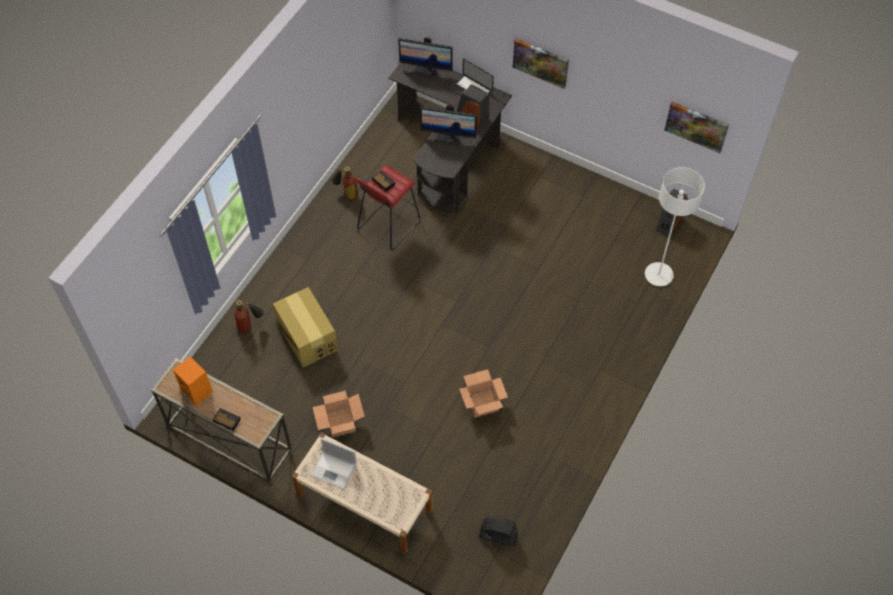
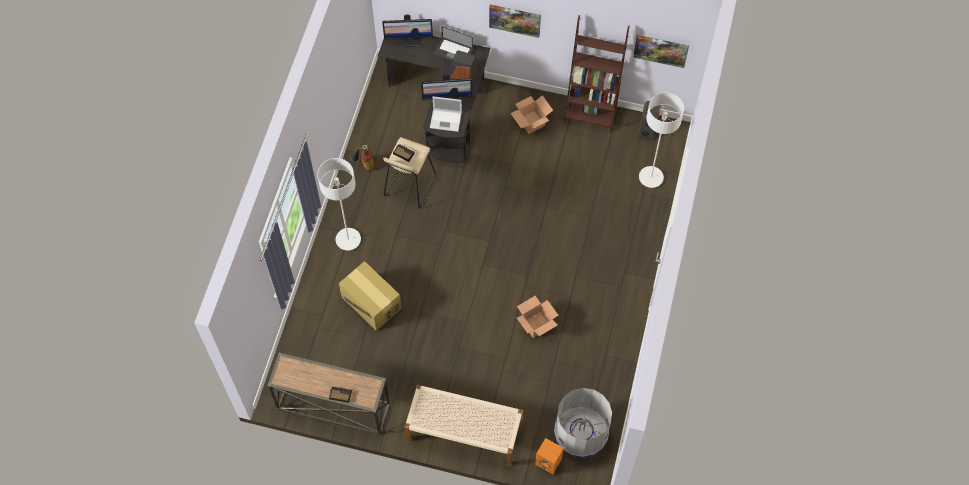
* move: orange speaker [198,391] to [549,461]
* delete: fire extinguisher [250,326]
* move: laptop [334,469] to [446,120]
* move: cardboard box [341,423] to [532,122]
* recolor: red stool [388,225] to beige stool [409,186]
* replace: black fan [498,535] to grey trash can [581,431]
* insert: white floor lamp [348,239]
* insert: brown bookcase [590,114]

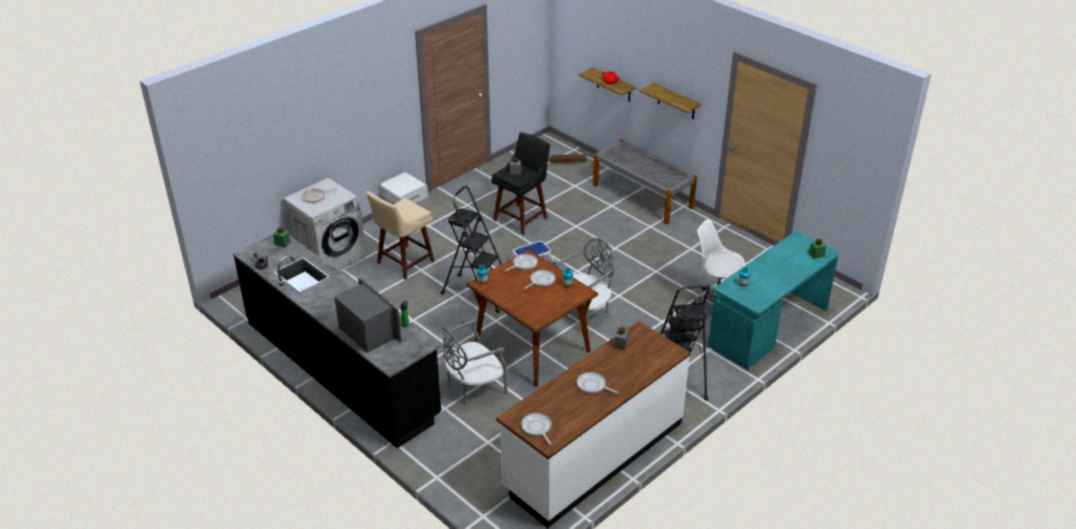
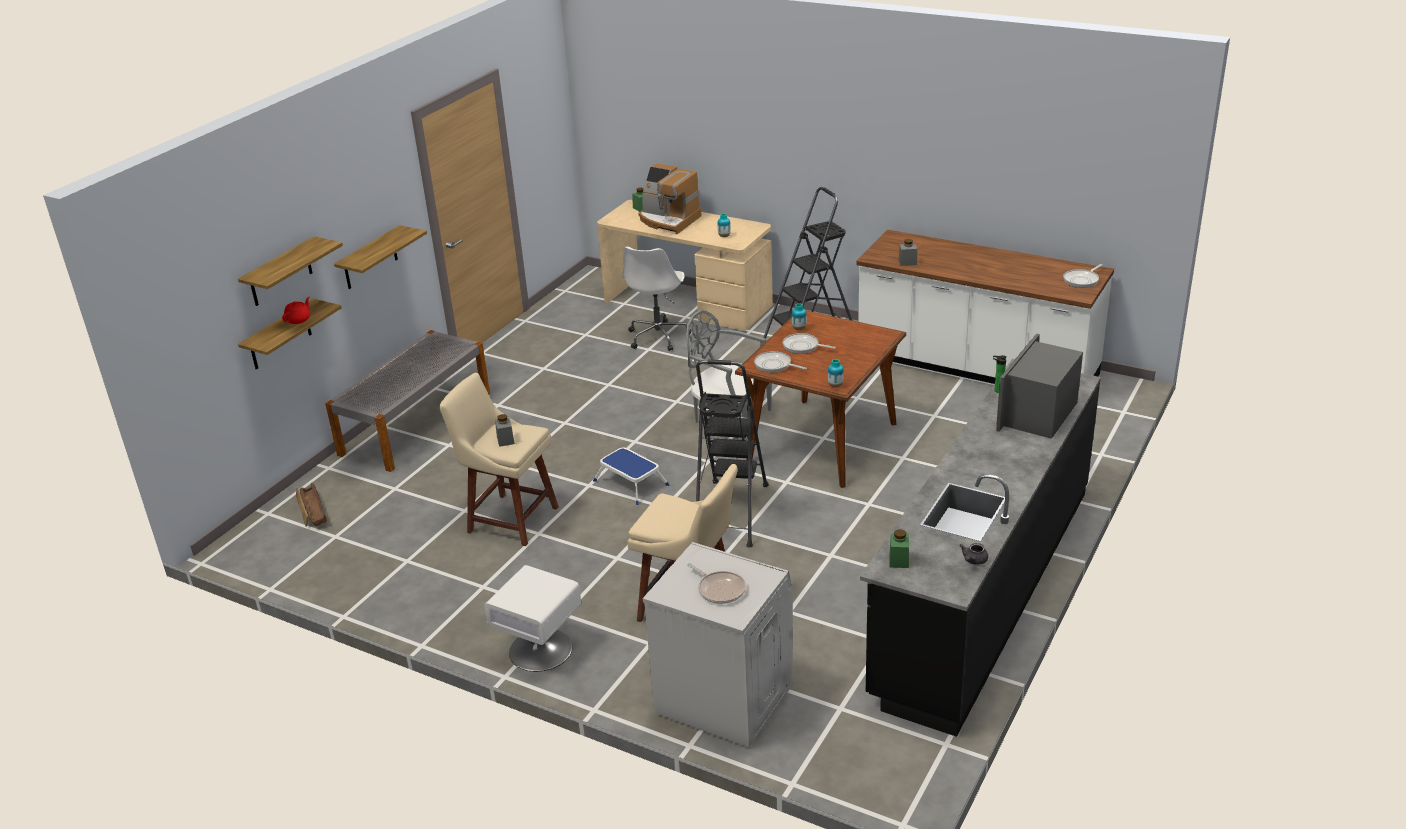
* delete: grey chair [474,387]
* recolor: black stool [522,218] to beige stool [509,518]
* delete: frying pan [593,385]
* recolor: turquoise desk [768,327] to beige desk [688,303]
* insert: shelf [280,273]
* insert: coffee machine [668,220]

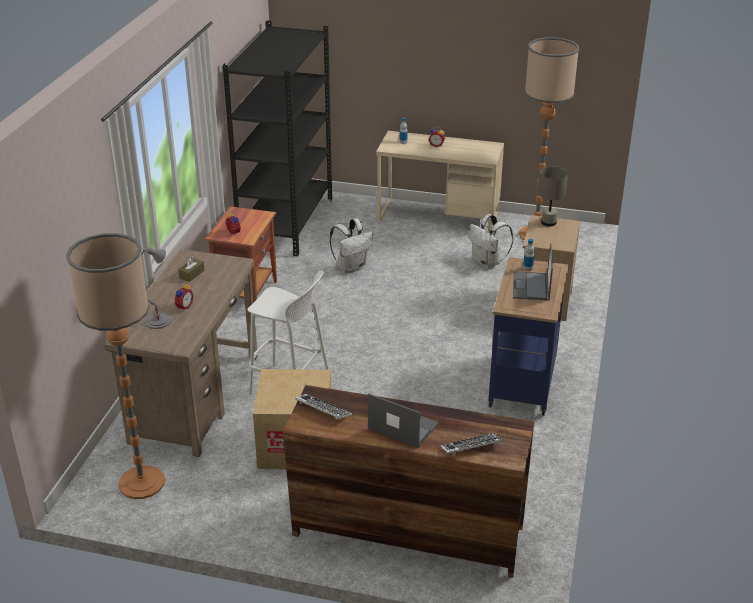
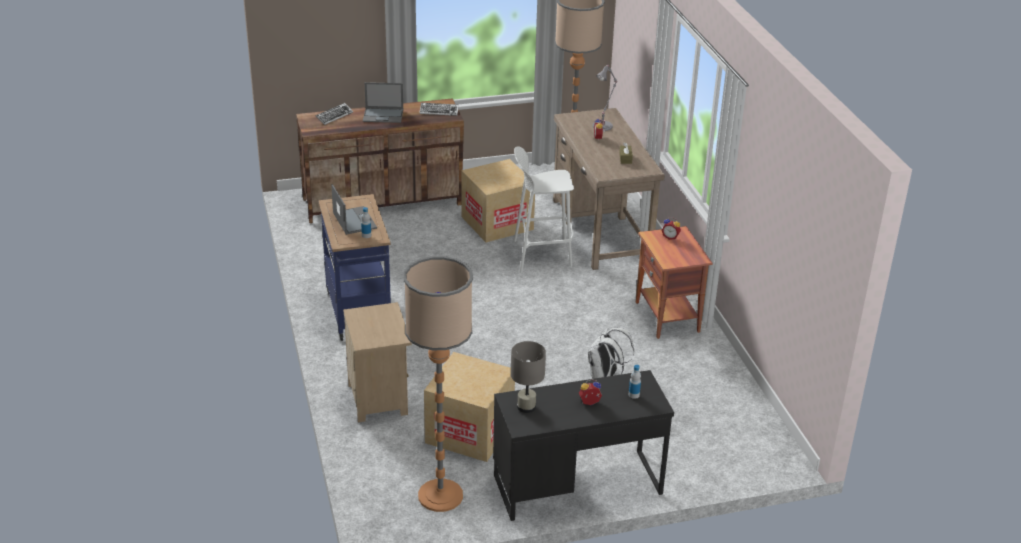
* delete: black bookcase [286,222]
* recolor: beige desk [438,217] to black desk [577,484]
* replace: white backpack [488,263] to cardboard box [469,432]
* move: grey table lamp [548,222] to [526,407]

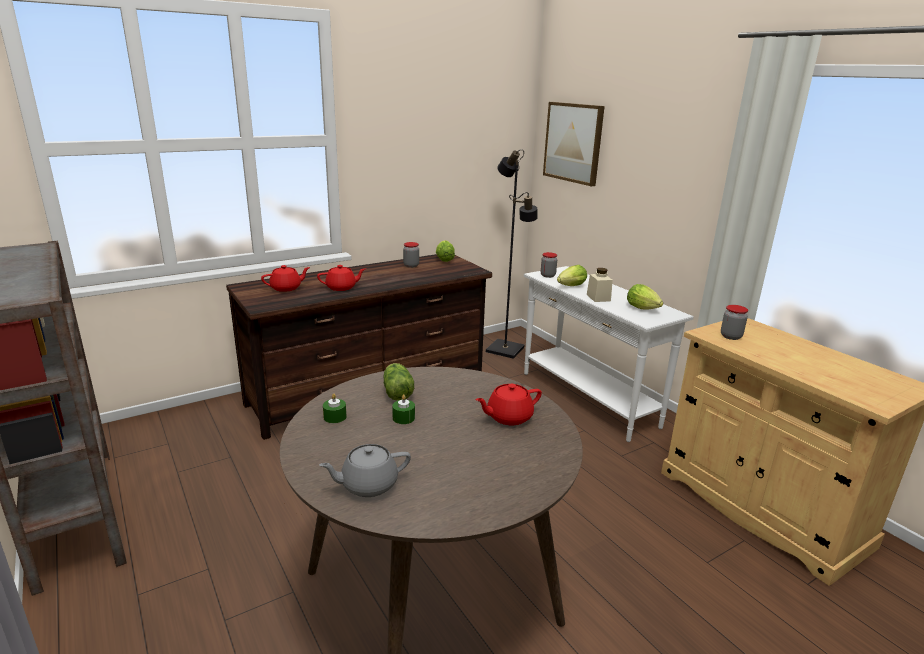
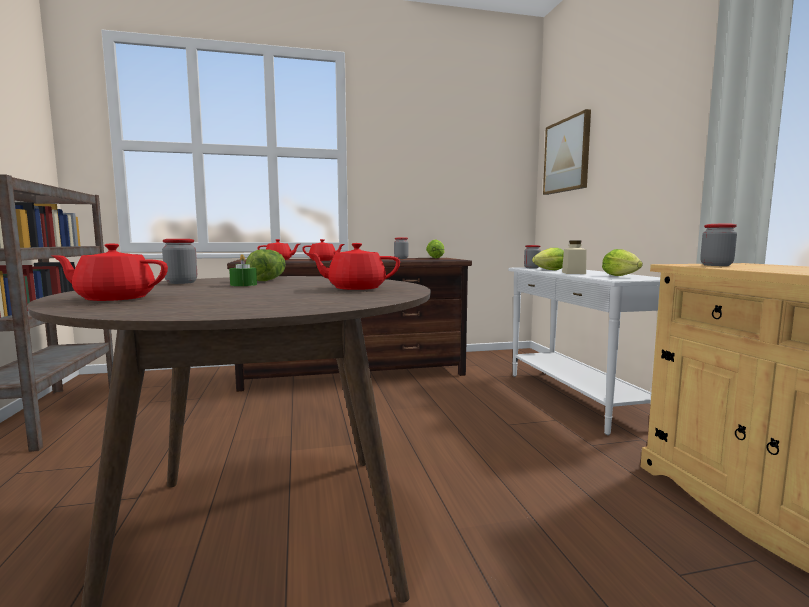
* recolor: grey teapot [368,485] to red teapot [114,298]
* replace: green candle [335,417] to jar [181,282]
* delete: black floor lamp [505,349]

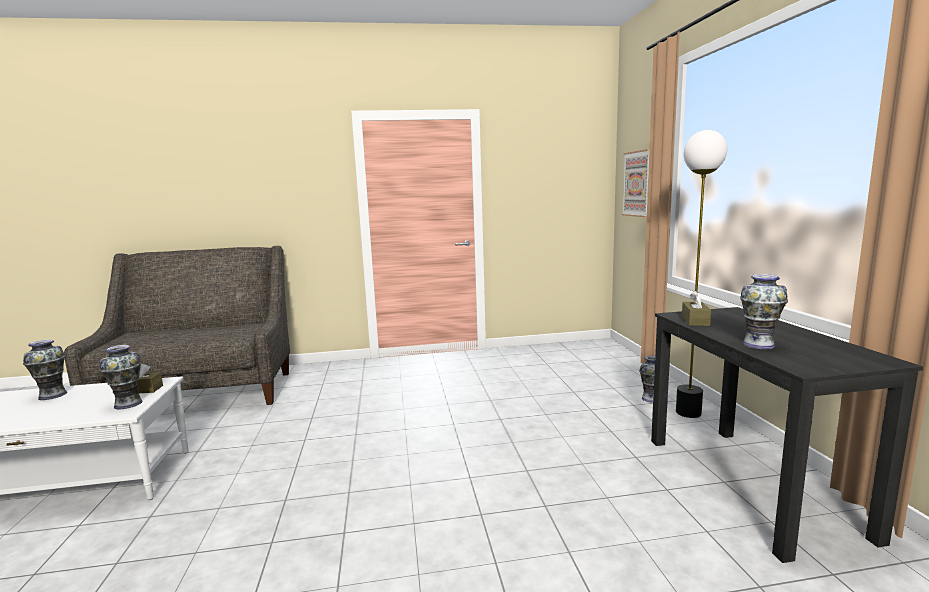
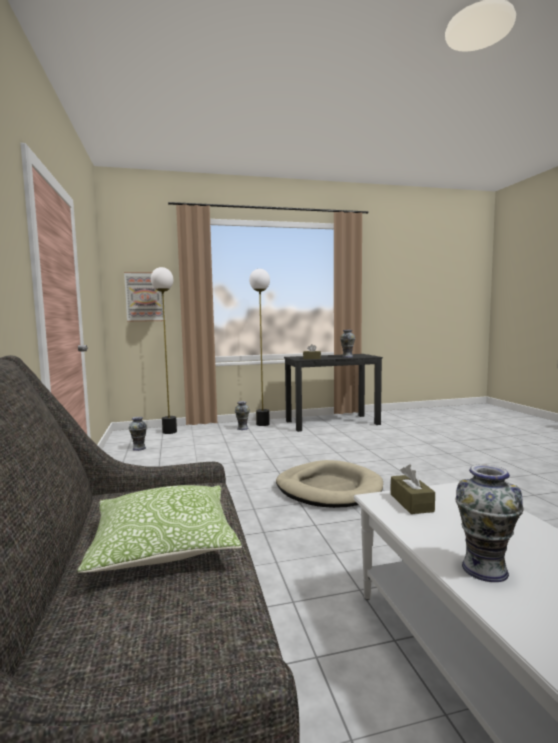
* move: vase [128,404] to [139,448]
* insert: pillow [164,545]
* insert: floor lamp [170,432]
* insert: beige dog bed [328,488]

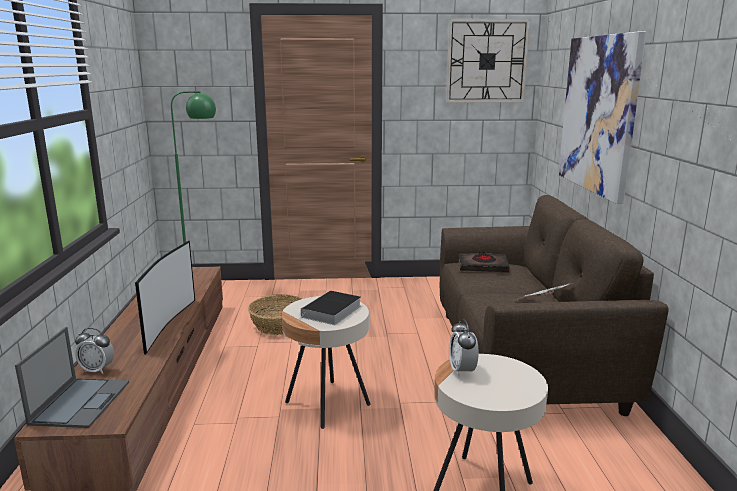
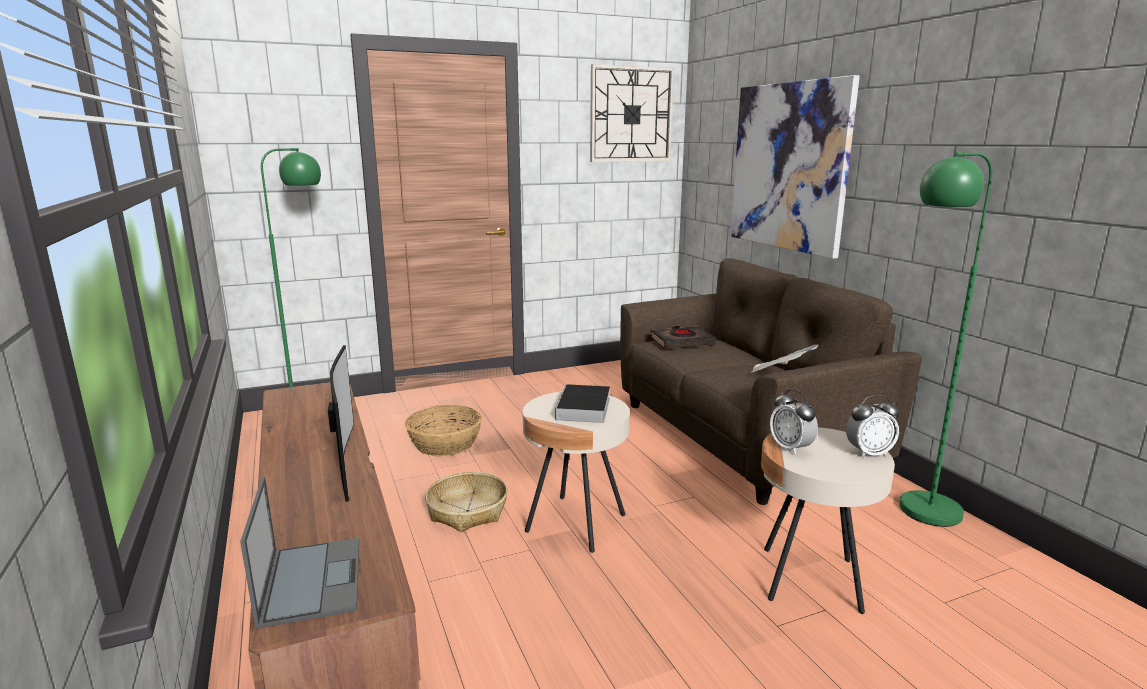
* move: alarm clock [97,370] to [868,453]
* insert: basket [467,511]
* insert: green floor lamp [917,515]

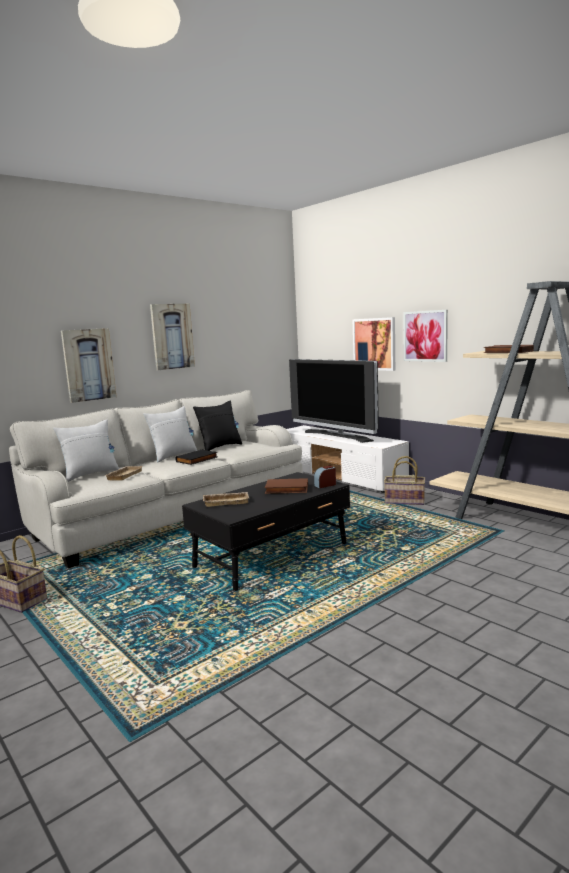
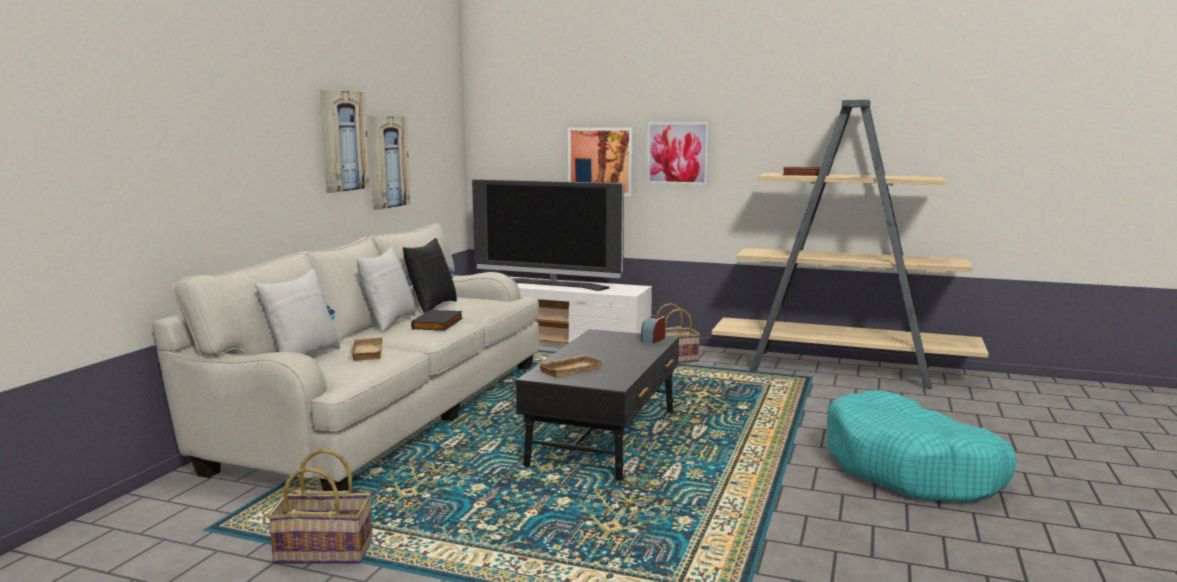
* move: picture [88,365] to [388,162]
* delete: brown book [286,489]
* insert: turquoise dog bed [911,469]

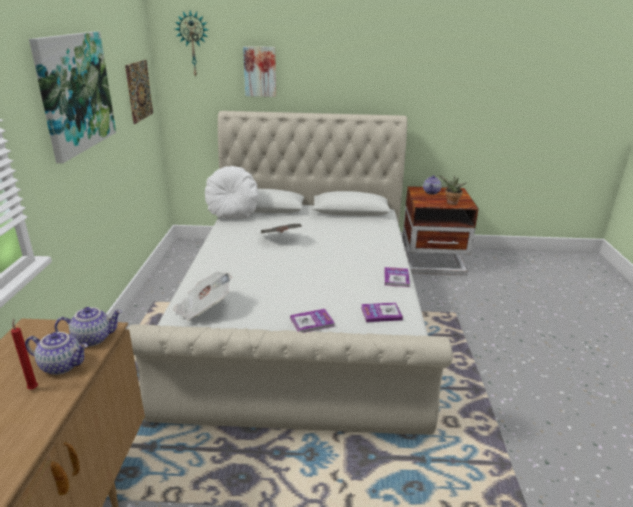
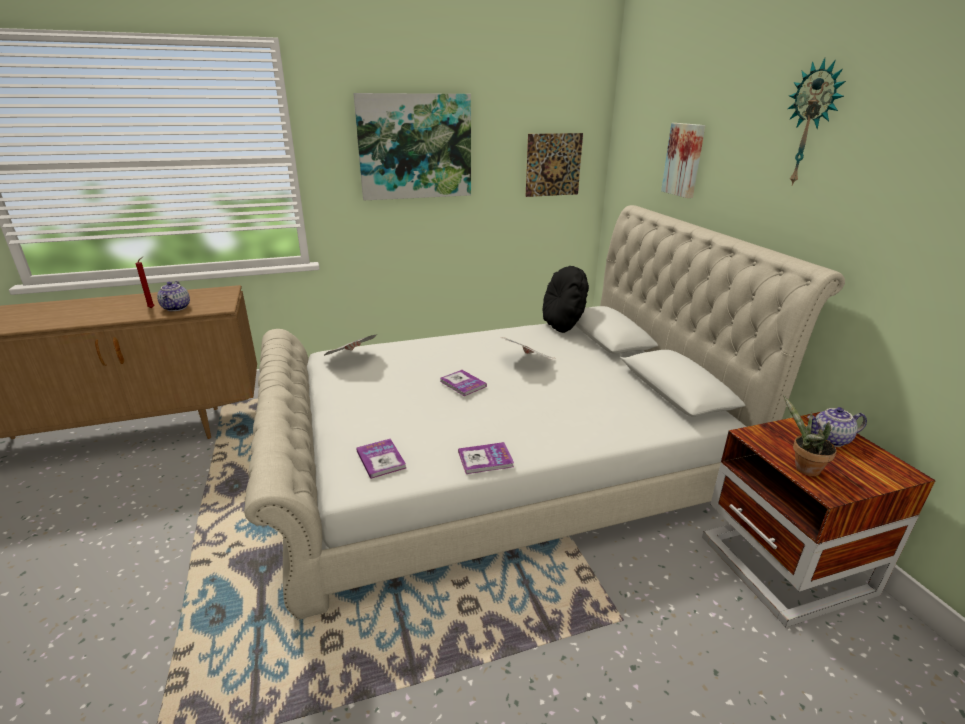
* delete: teapot [93,338]
* move: wall clock [193,44] to [811,124]
* recolor: white pillow [233,216] to black pillow [562,326]
* move: book [312,322] to [463,384]

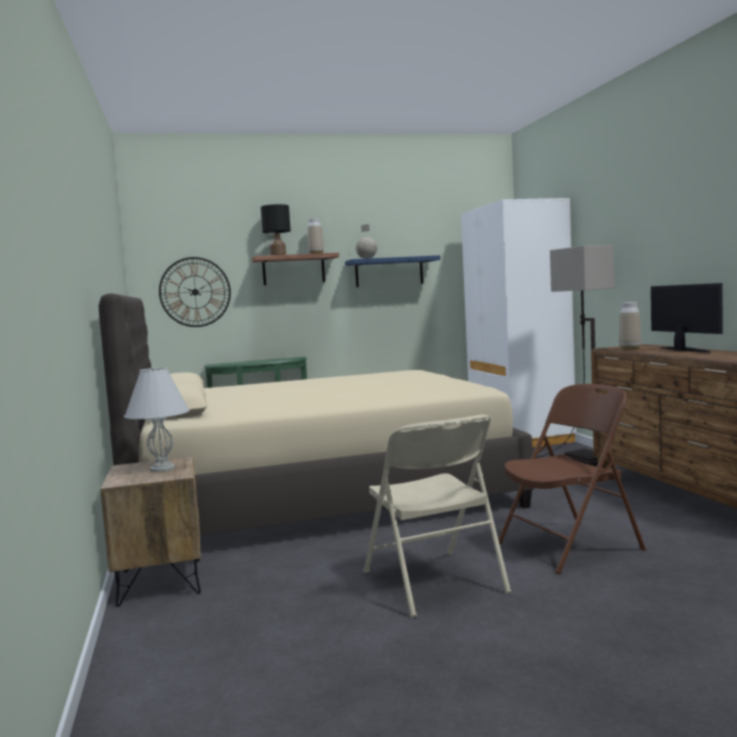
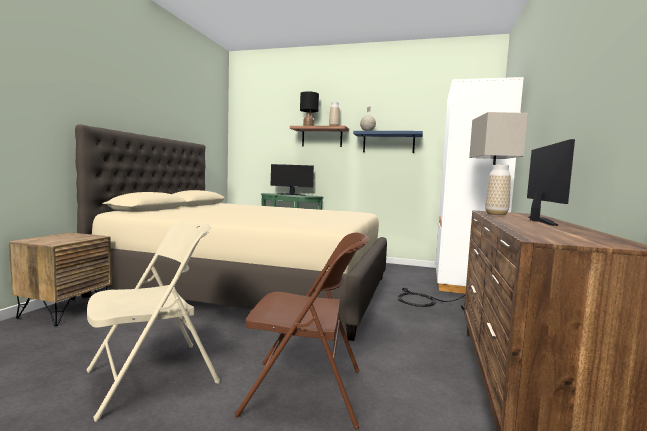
* delete: white table lamp [162,469]
* delete: wall clock [195,292]
* rotate: beige chair [433,582] = [152,377] 135 degrees counterclockwise
* insert: monitor [291,194]

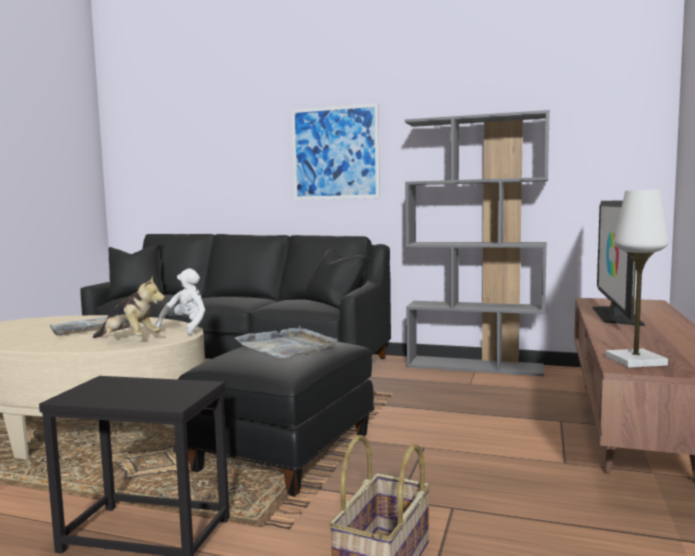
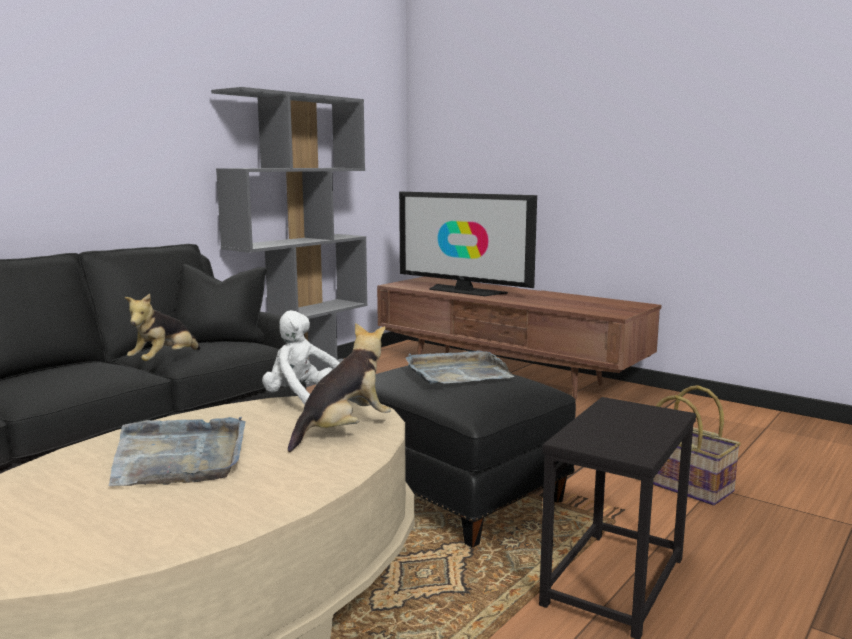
* delete: picture [335,153]
* delete: white table lamp [635,361]
* insert: plush toy [165,361]

